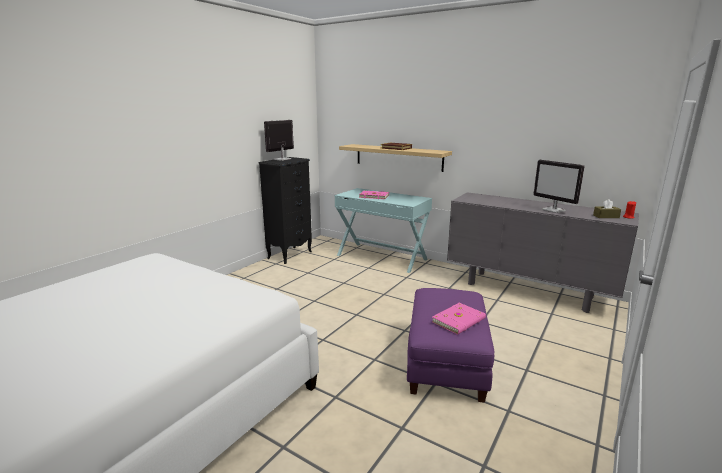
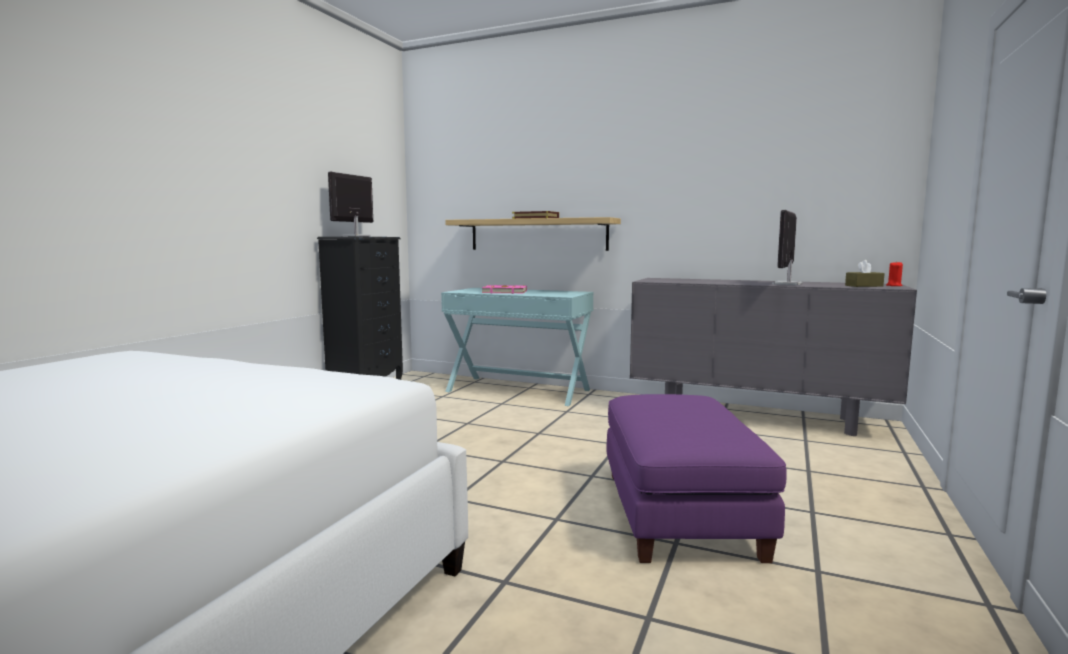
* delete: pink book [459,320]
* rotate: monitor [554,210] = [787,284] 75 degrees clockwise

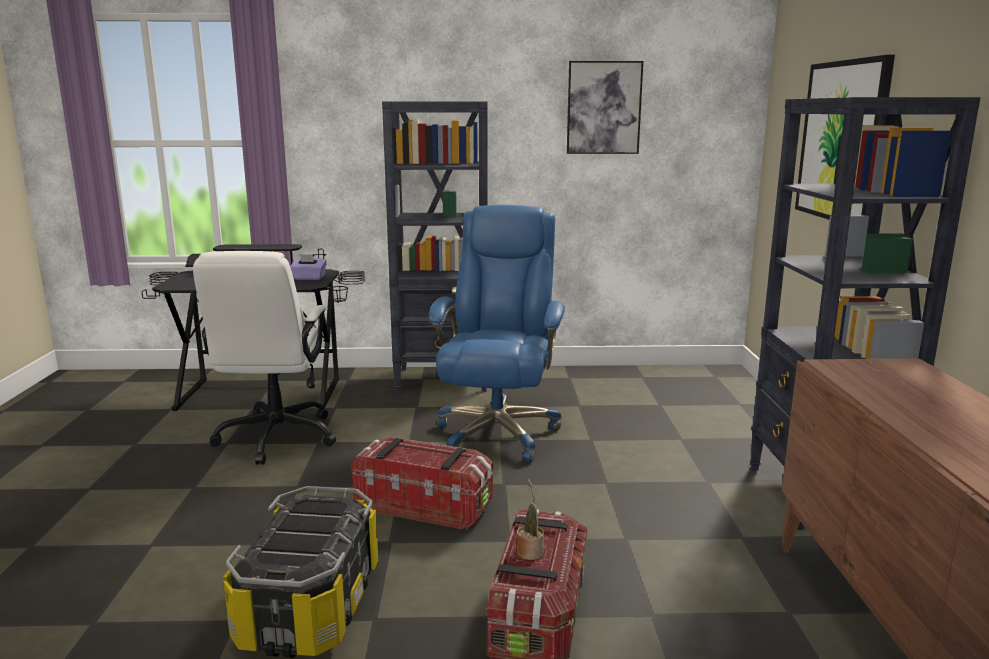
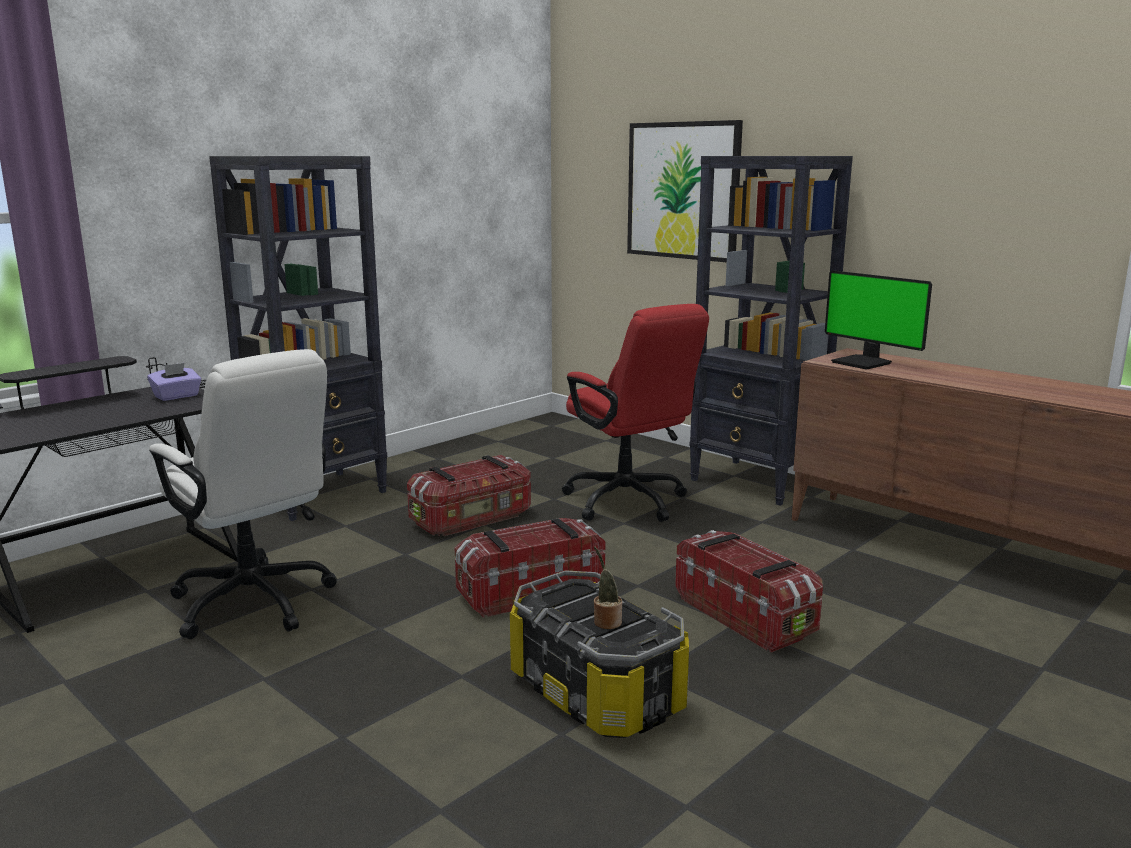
* replace: blue office chair [499,434] to storage box [472,520]
* move: potted plant [529,551] to [606,621]
* delete: picture [603,108]
* insert: red office chair [629,503]
* insert: monitor [863,363]

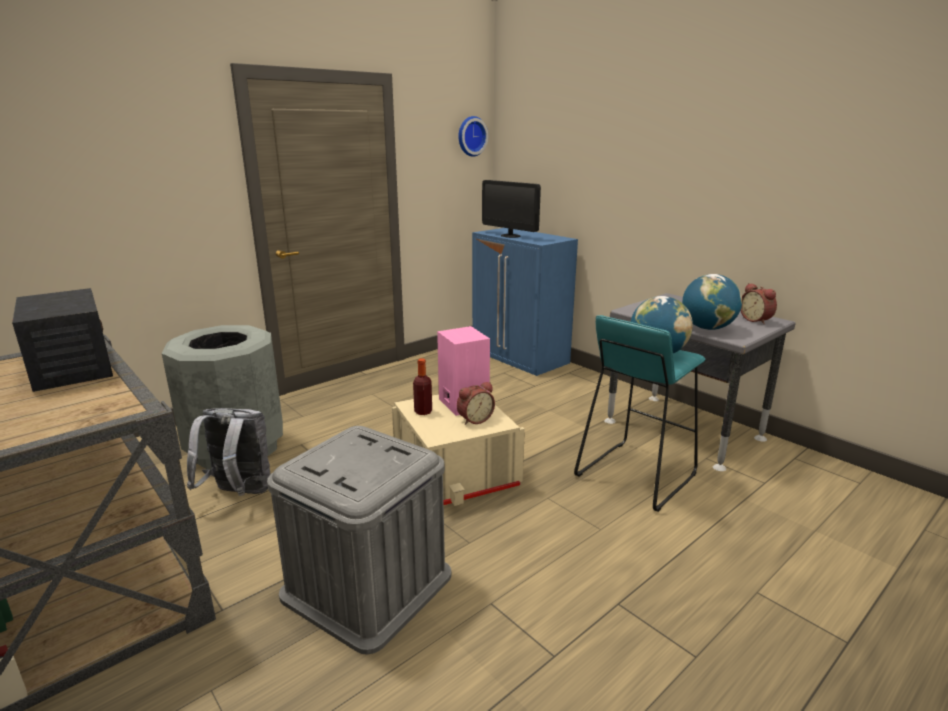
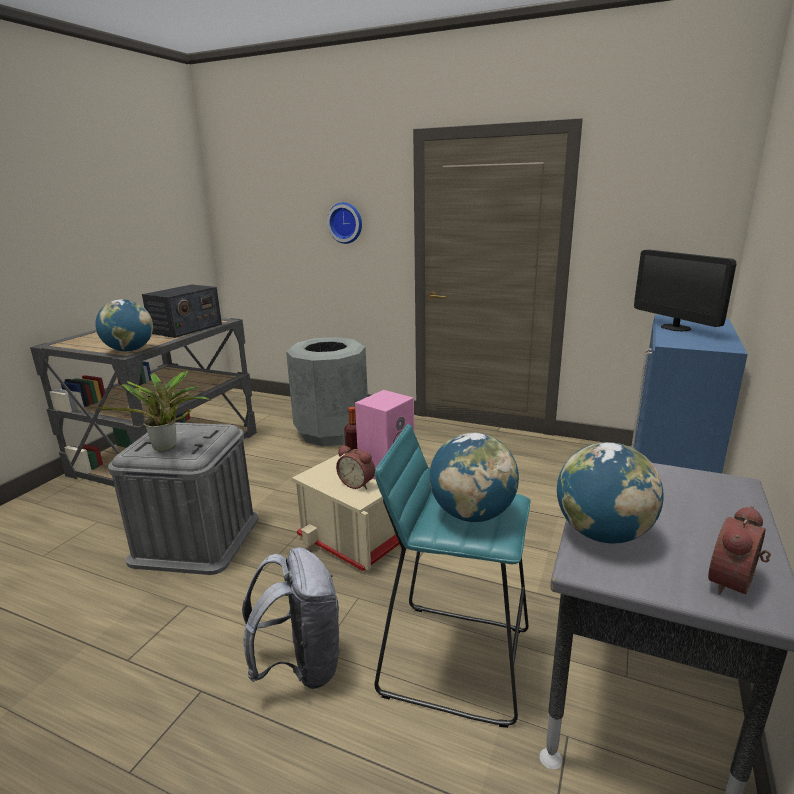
* move: grey backpack [238,494] to [300,665]
* move: wall clock [470,136] to [346,223]
* rotate: monitor [510,236] = [675,327] 45 degrees counterclockwise
* insert: globe [129,350]
* insert: potted plant [168,448]

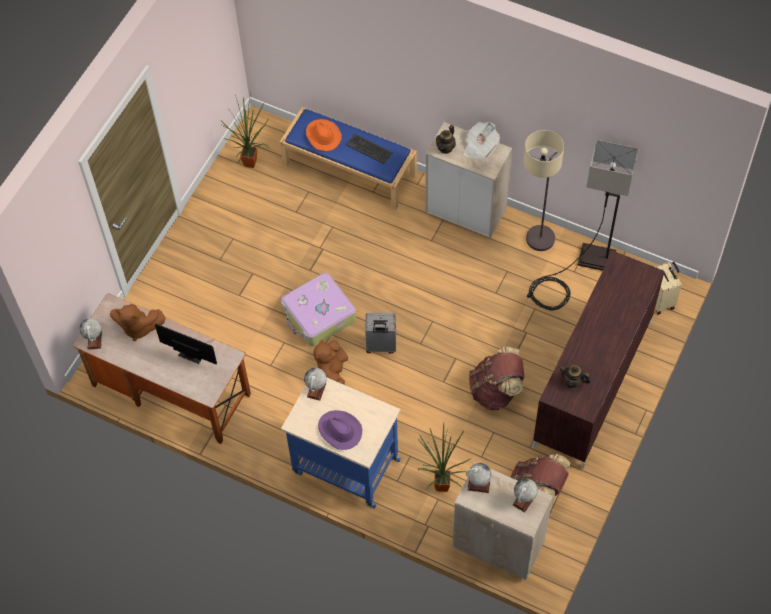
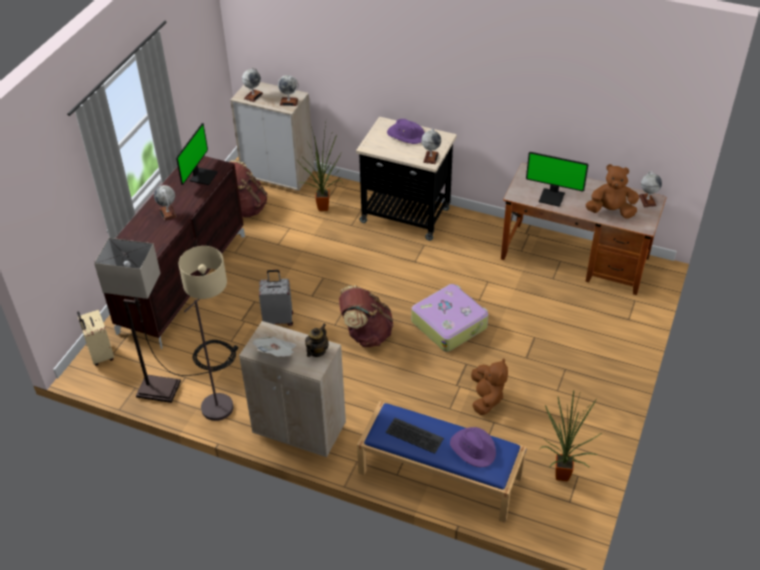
* recolor: blue cart [345,466] to black cart [406,216]
* recolor: orange hat [323,136] to purple hat [473,448]
* move: brown plush toy [332,371] to [486,398]
* move: grey suitcase [381,346] to [278,319]
* move: brown backpack [496,390] to [366,334]
* replace: teapot [572,382] to monitor [202,176]
* insert: globe [168,213]

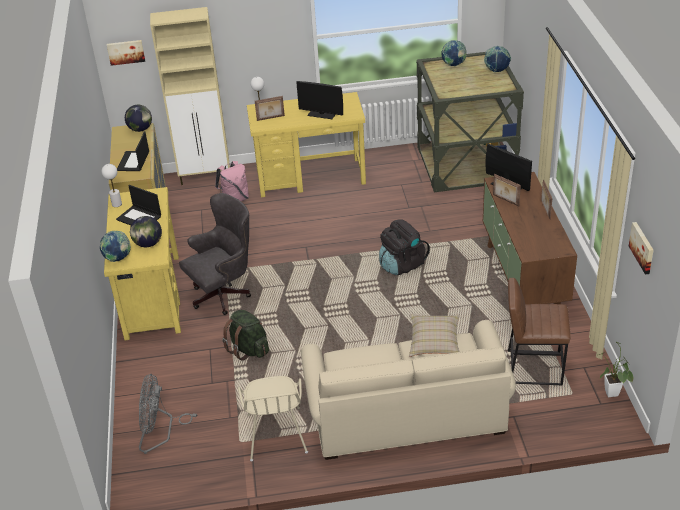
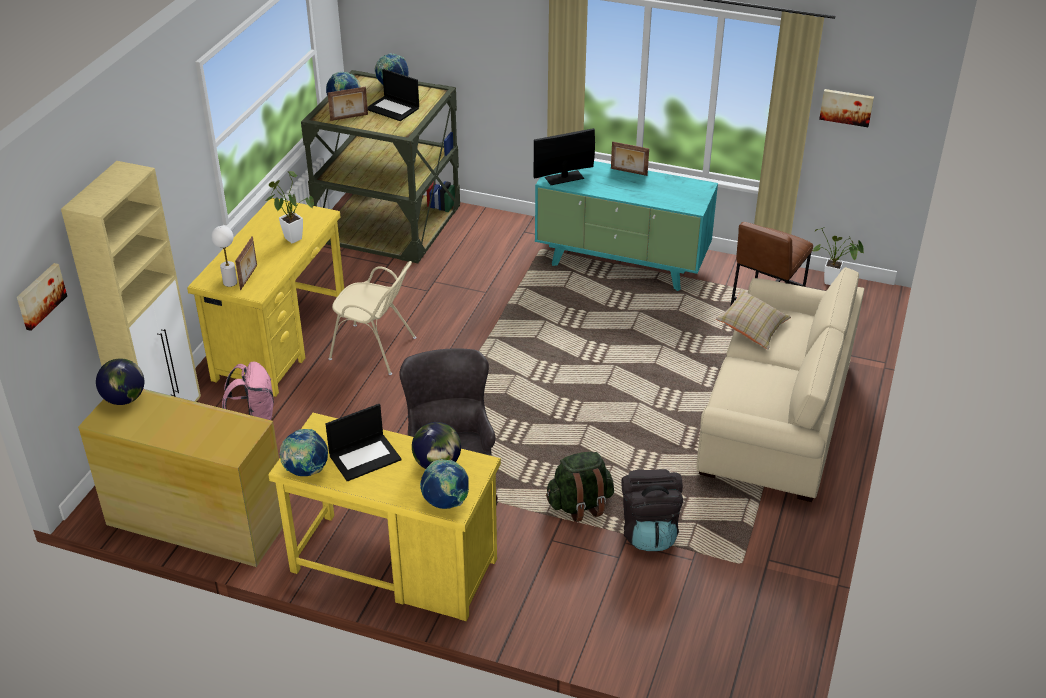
* replace: white table lamp [116,204] to globe [306,471]
* move: laptop [133,161] to [393,109]
* delete: grey fan [161,427]
* move: beige chair [276,436] to [376,349]
* replace: monitor [321,114] to potted plant [291,237]
* move: black backpack [402,265] to [649,531]
* recolor: brown dresser [524,276] to turquoise dresser [622,263]
* move: picture frame [505,200] to [349,118]

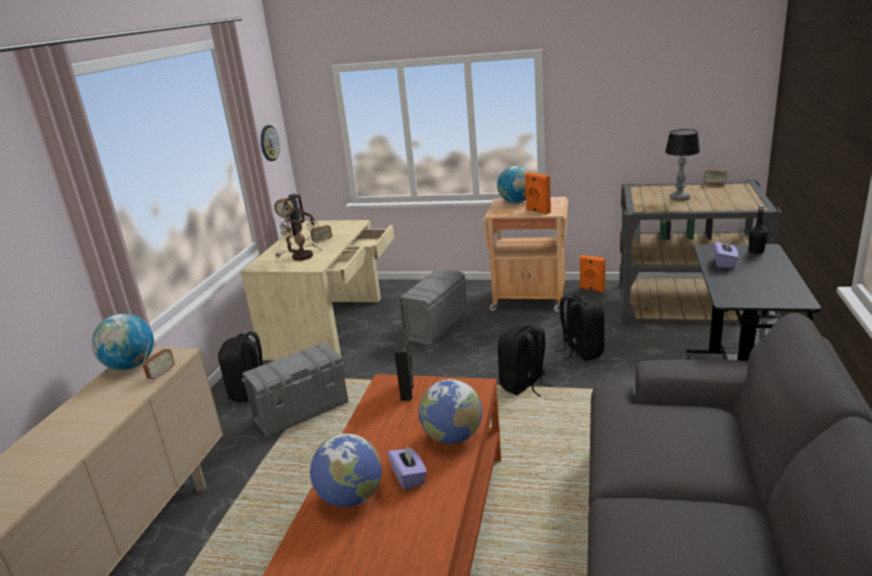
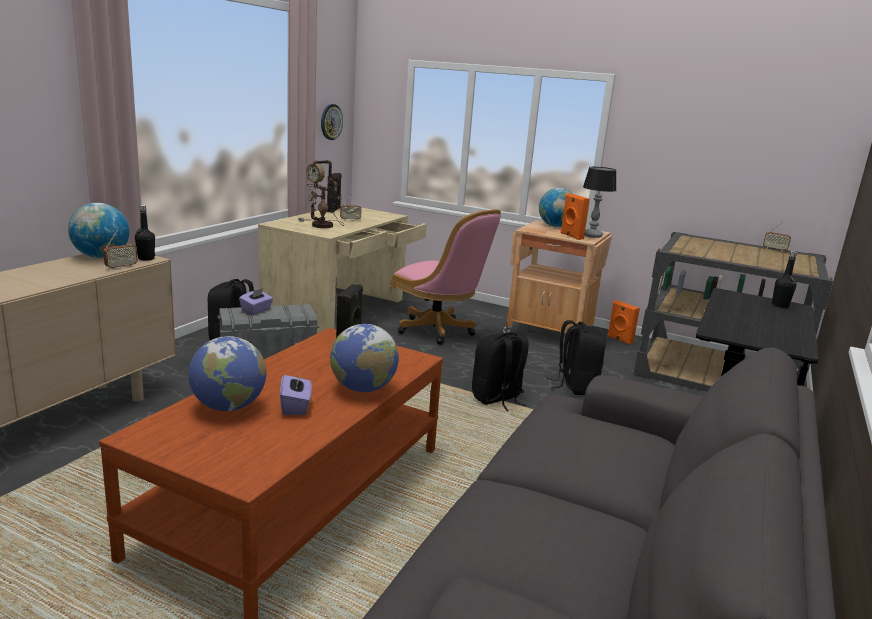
* replace: grey storage box [436,326] to pink office chair [440,332]
* move: table lamp [680,198] to [592,236]
* move: purple tissue box [724,263] to [256,310]
* insert: black bottle [146,258]

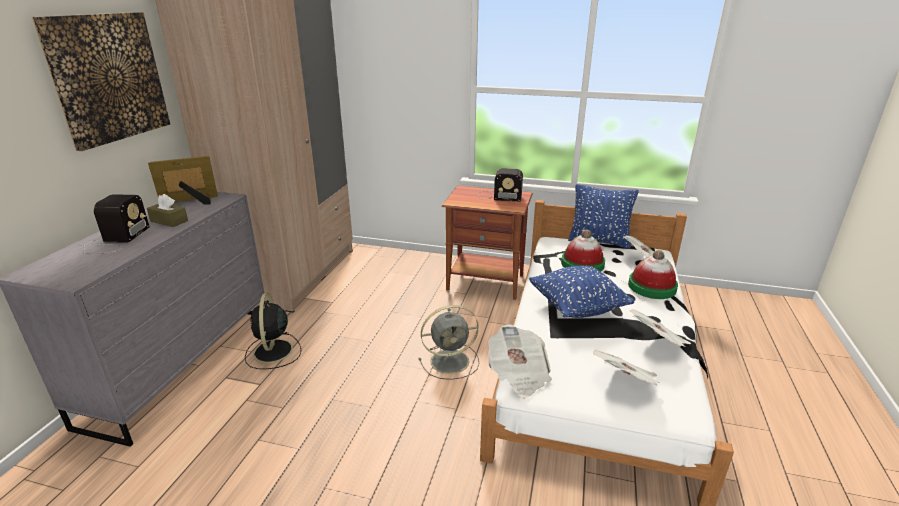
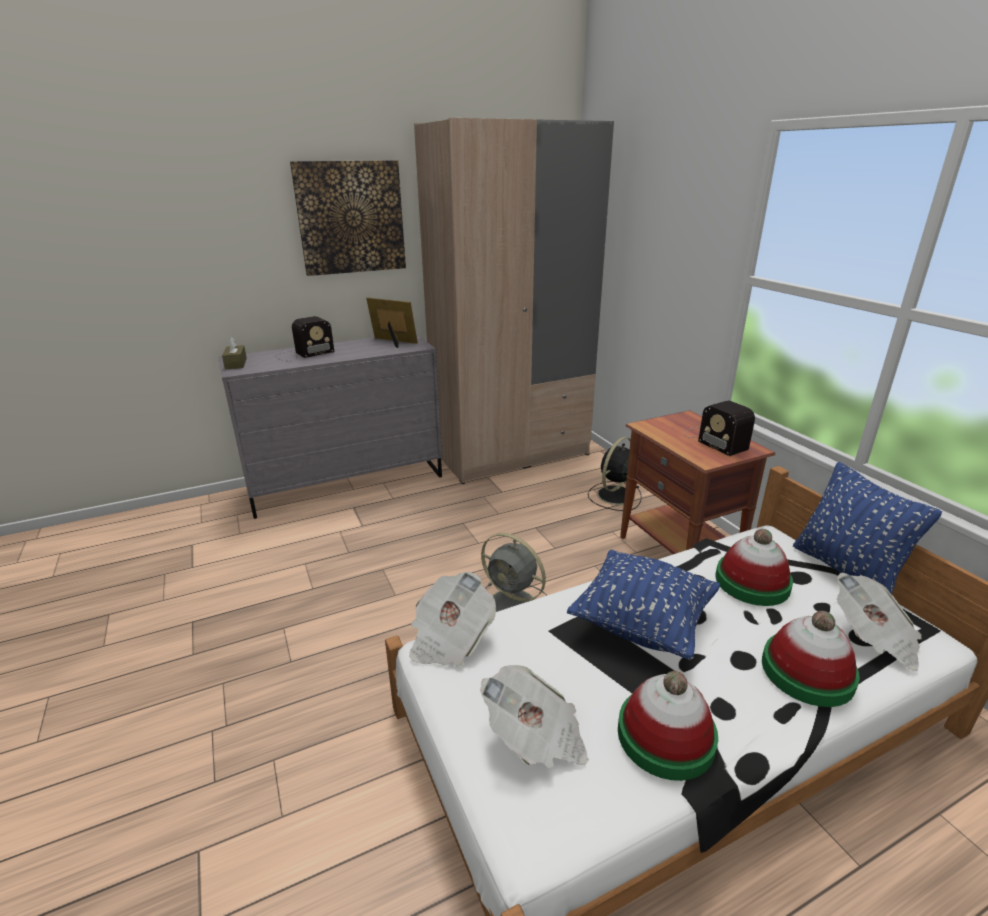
* move: brown tissue box [169,221] to [236,363]
* move: black fan [273,352] to [614,496]
* replace: newspaper [658,342] to hat [665,736]

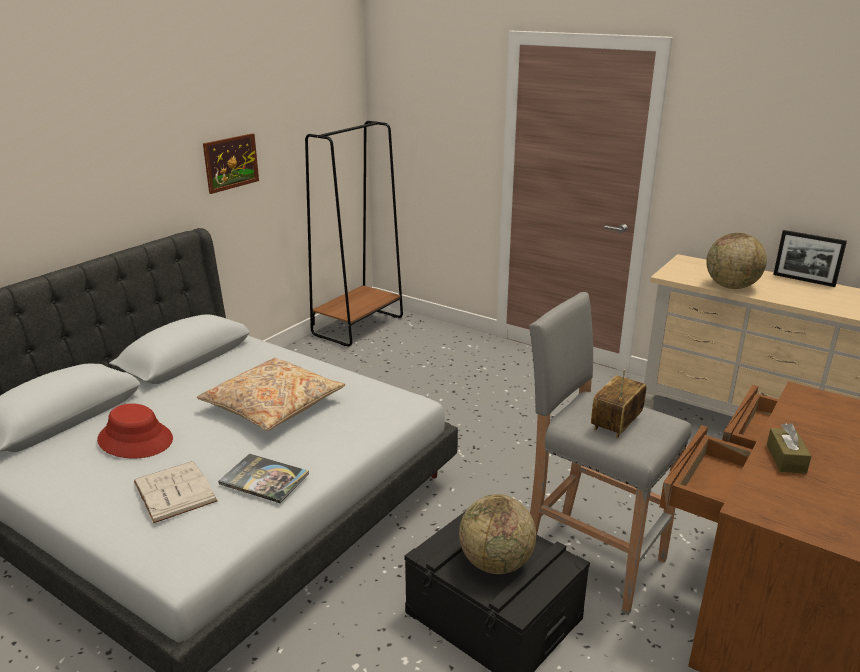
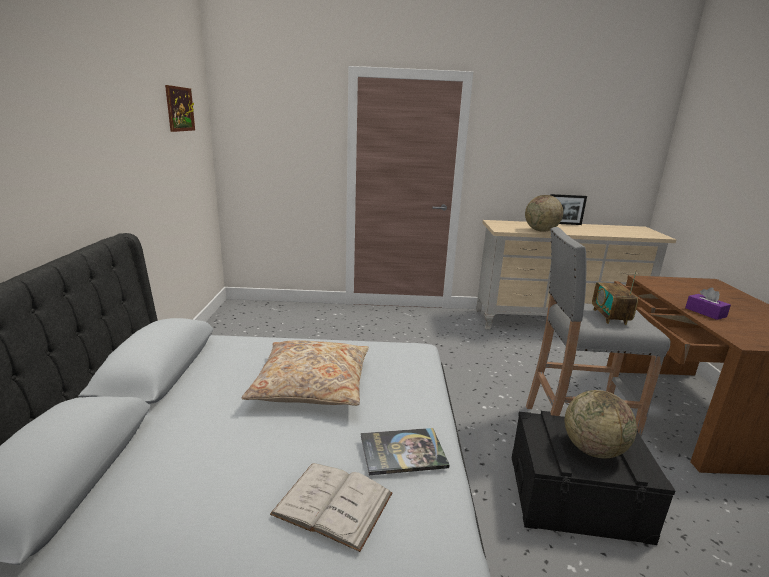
* delete: red hat [136,439]
* move: picture [231,162] to [180,109]
* delete: clothes rack [358,326]
* recolor: brown tissue box [786,459] to purple tissue box [705,312]

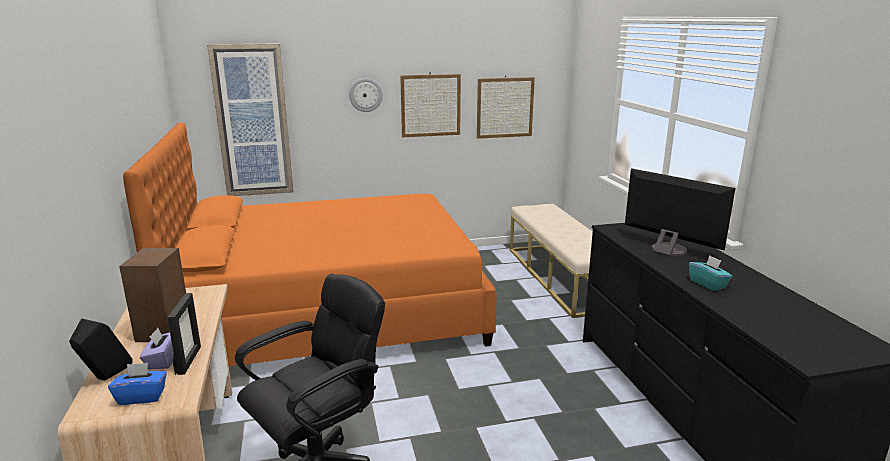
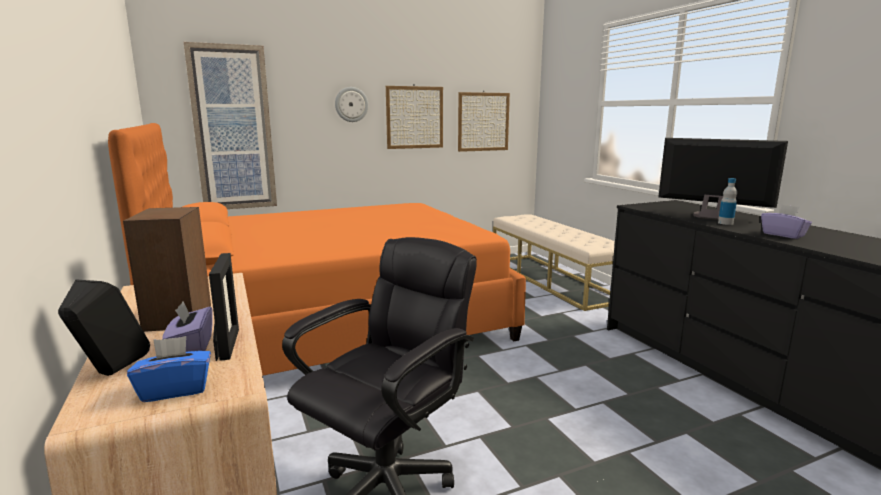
* recolor: turquoise tissue box [708,284] to purple tissue box [783,235]
* insert: bottle [725,223]

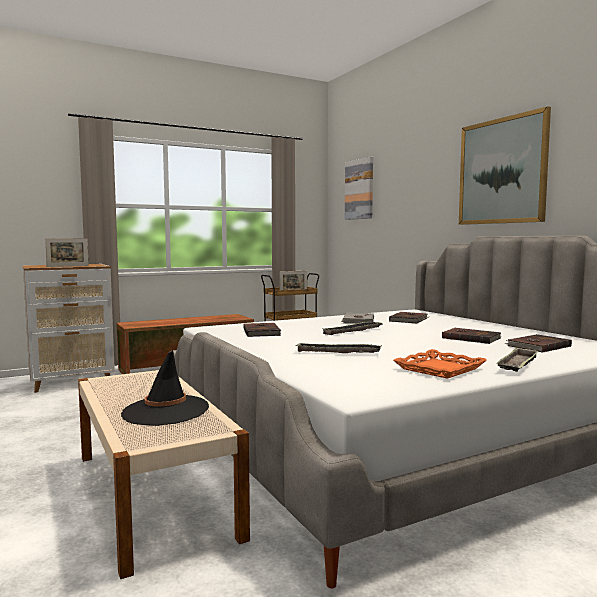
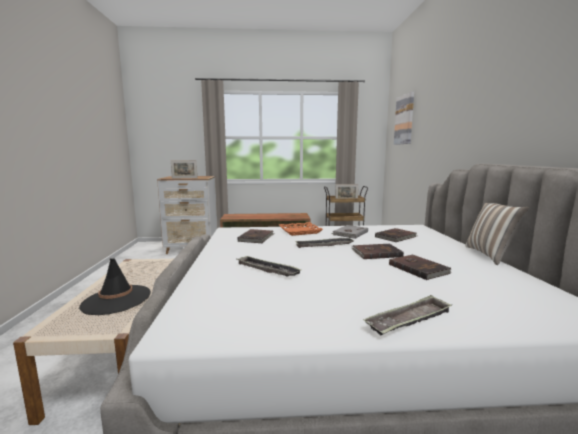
* move: orange tray [440,369] to [300,231]
* delete: picture [502,171]
* move: brown book [538,346] to [376,253]
* insert: pillow [491,255]

